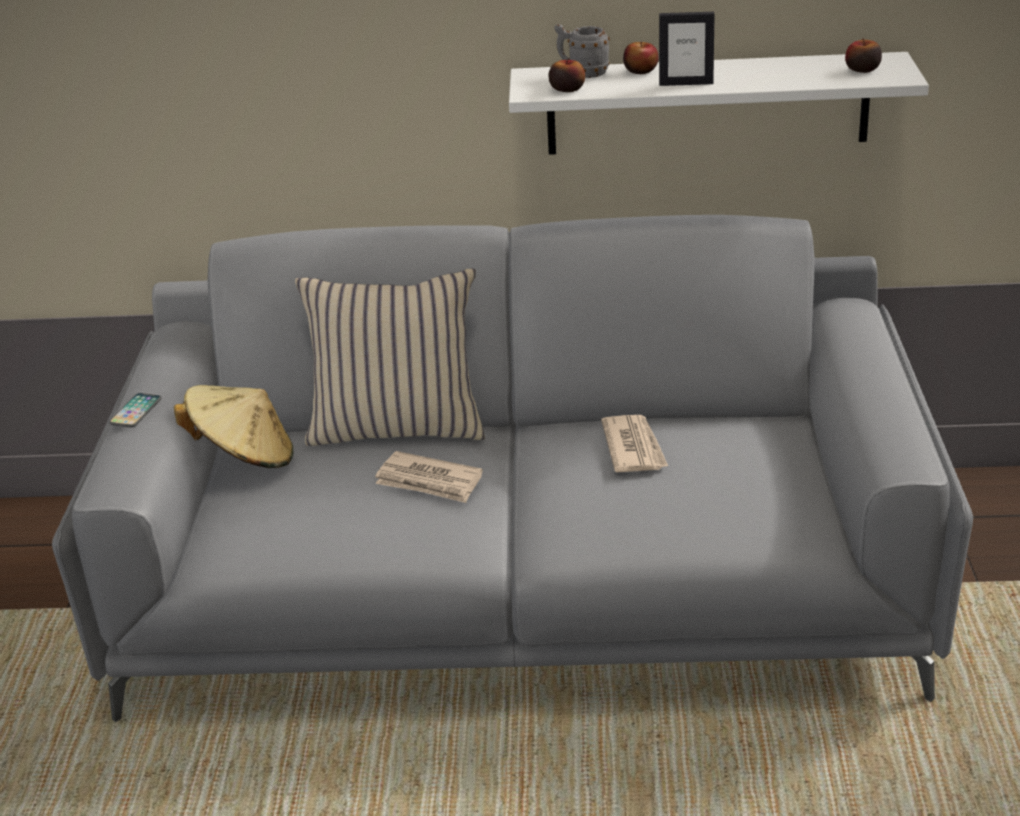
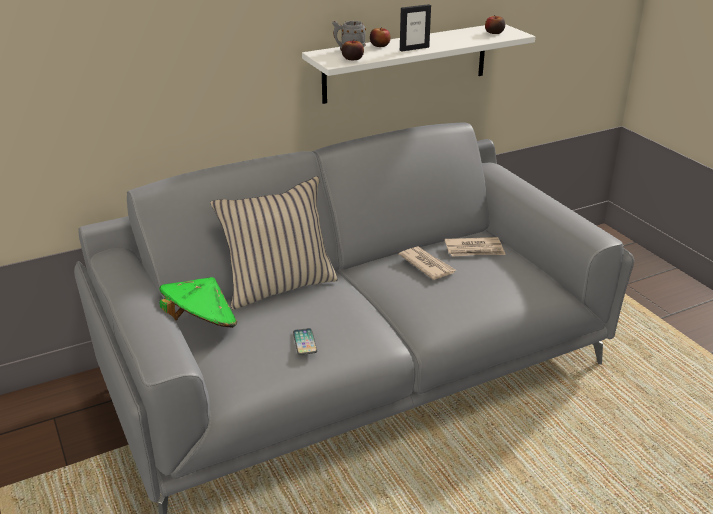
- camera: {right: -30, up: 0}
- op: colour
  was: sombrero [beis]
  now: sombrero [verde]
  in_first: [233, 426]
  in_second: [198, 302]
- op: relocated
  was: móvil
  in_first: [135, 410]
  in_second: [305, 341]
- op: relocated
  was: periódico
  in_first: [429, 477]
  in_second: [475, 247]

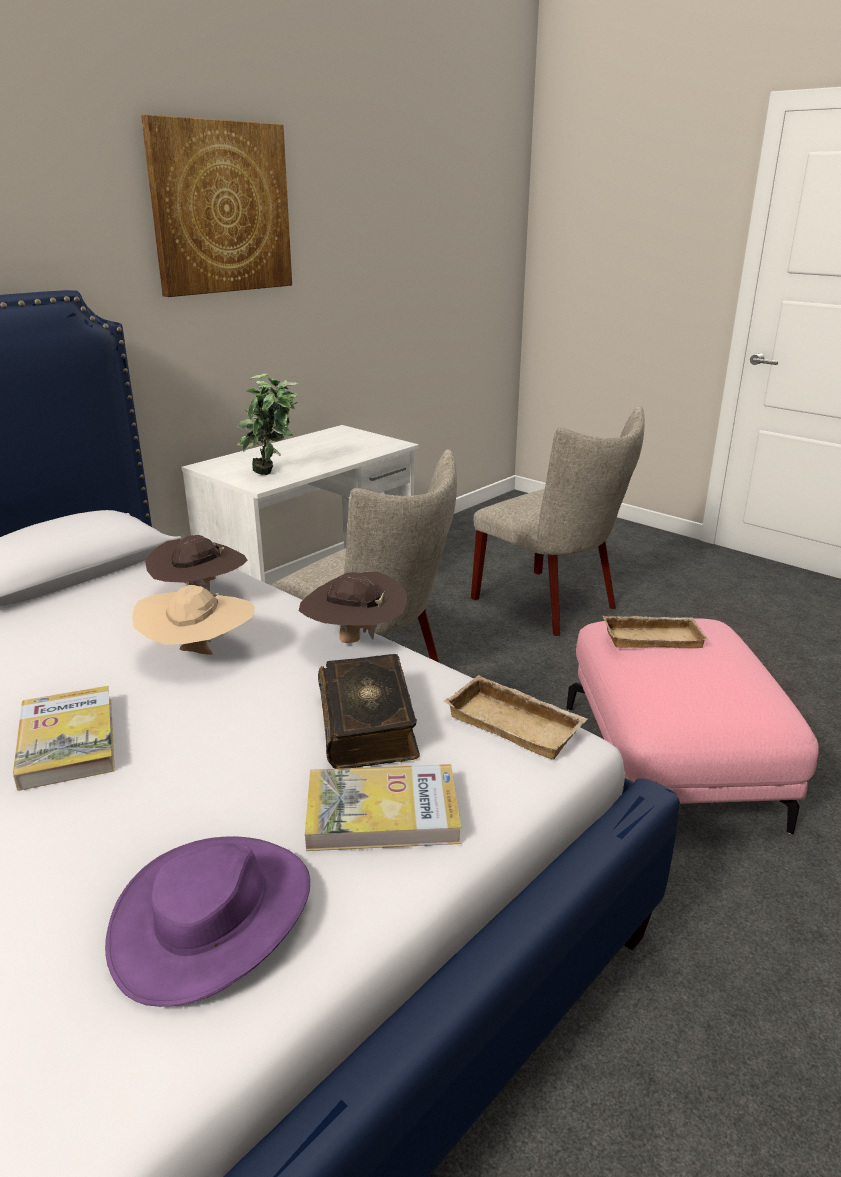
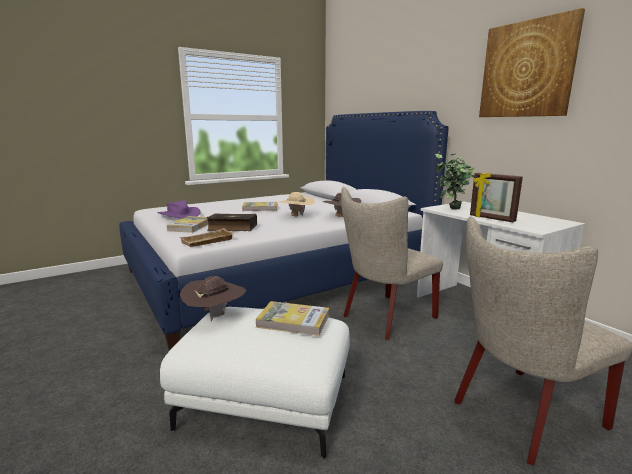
- camera: {right: 105, up: -10}
- op: colour
  was: puf [rosa]
  now: puf [blanco]
  in_first: [692, 726]
  in_second: [255, 383]
- op: relocated
  was: sombrero [marrón]
  in_first: [353, 607]
  in_second: [213, 298]
- op: exchanged
  was: bandeja [beis]
  now: libro
  in_first: [655, 632]
  in_second: [292, 318]
- op: appeared
  now: portarretratos
  in_second: [496, 197]

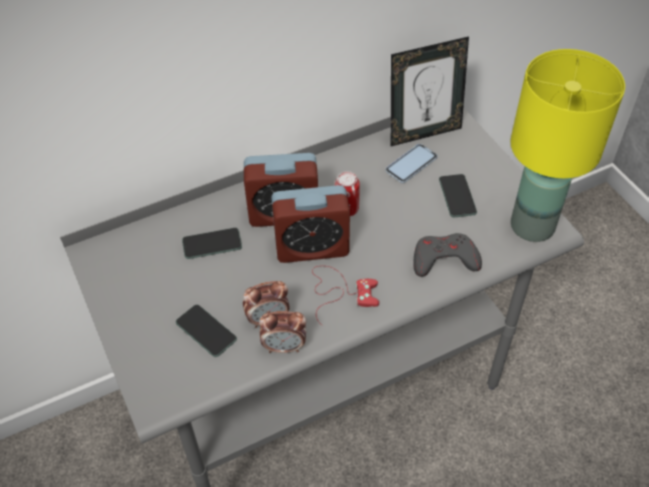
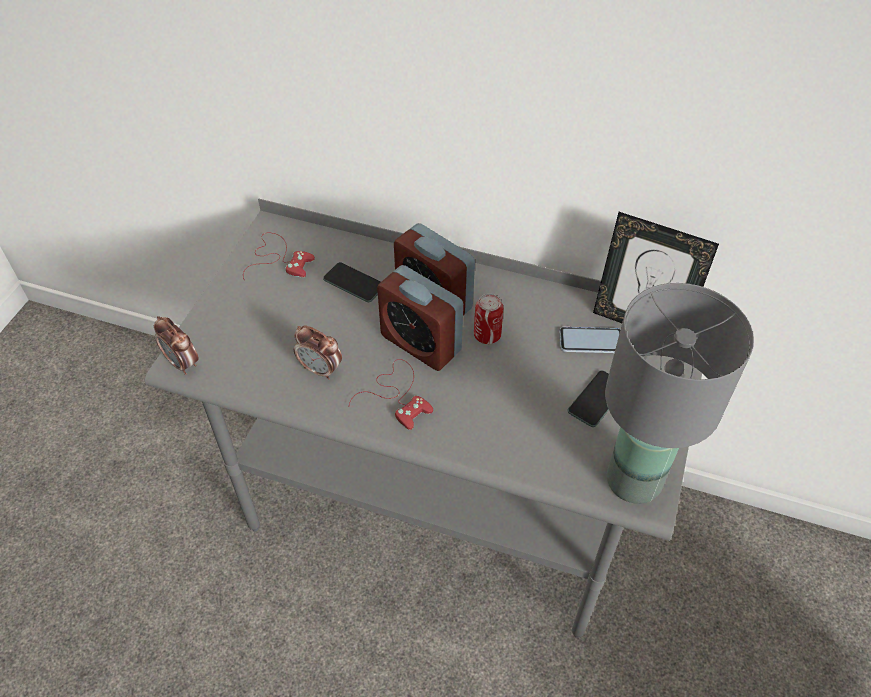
- camera: {right: 45, up: 0}
- op: relocated
  was: despertador
  in_first: [282, 332]
  in_second: [176, 345]
- op: appeared
  now: mando de consola [rojo]
  in_second: [279, 257]
- op: colour
  was: lámpara de mesa [amarillo]
  now: lámpara de mesa [gris]
  in_first: [567, 145]
  in_second: [679, 393]
- op: missing
  was: móvil
  in_first: [206, 331]
- op: missing
  was: mando de consola [gris]
  in_first: [447, 255]

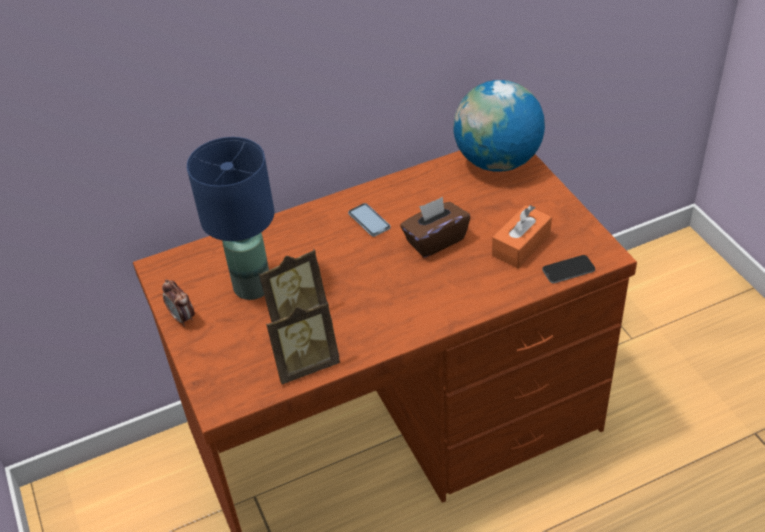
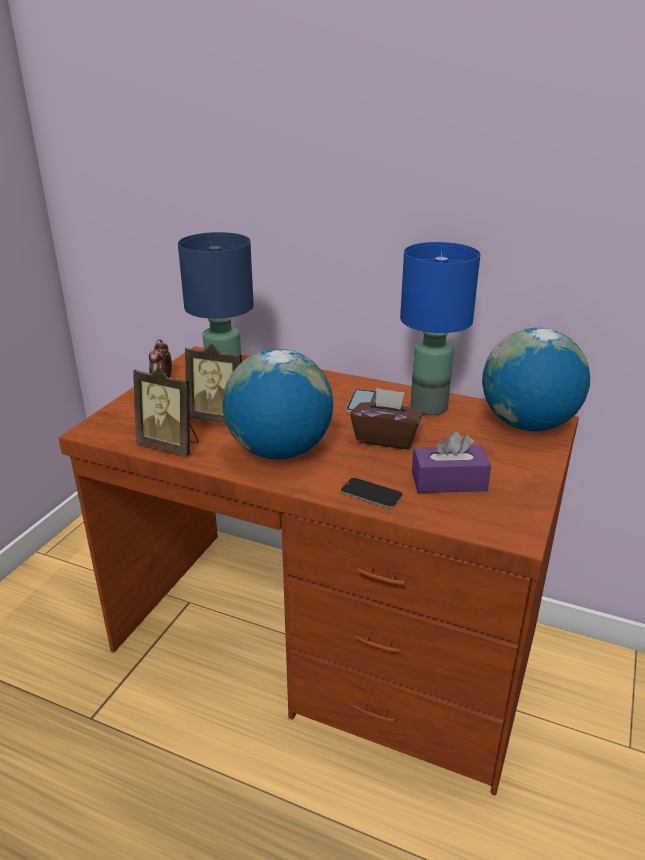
- camera: {right: 45, up: -15}
- op: appeared
  now: globo terráqueo
  in_second: [277, 404]
- op: relocated
  was: móvil
  in_first: [568, 269]
  in_second: [372, 493]
- op: appeared
  now: lámpara de mesa [azul]
  in_second: [440, 328]
- op: colour
  was: caja de pañuelos [naranja]
  now: caja de pañuelos [morado]
  in_first: [522, 236]
  in_second: [451, 462]

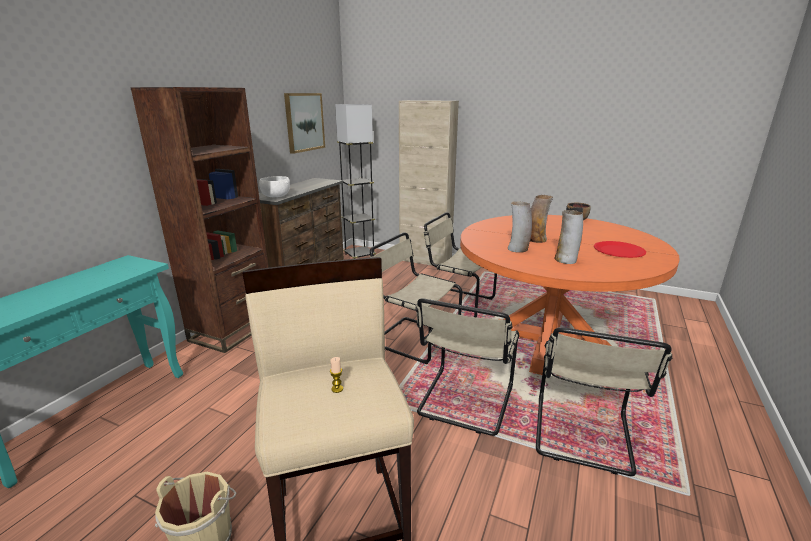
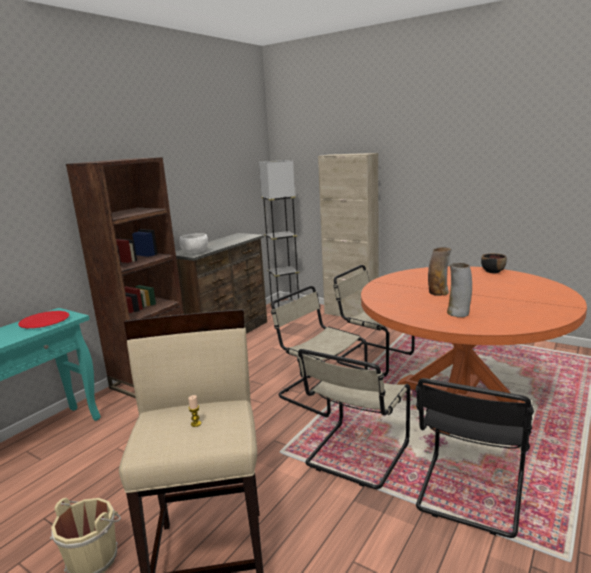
- camera: {right: 10, up: -5}
- op: relocated
  was: plato [rojo]
  in_first: [620, 249]
  in_second: [43, 319]
- op: colour
  was: silla [beis]
  now: silla [negro]
  in_first: [604, 401]
  in_second: [474, 458]
- op: missing
  was: cuadro
  in_first: [304, 123]
- op: missing
  was: florero
  in_first: [520, 227]

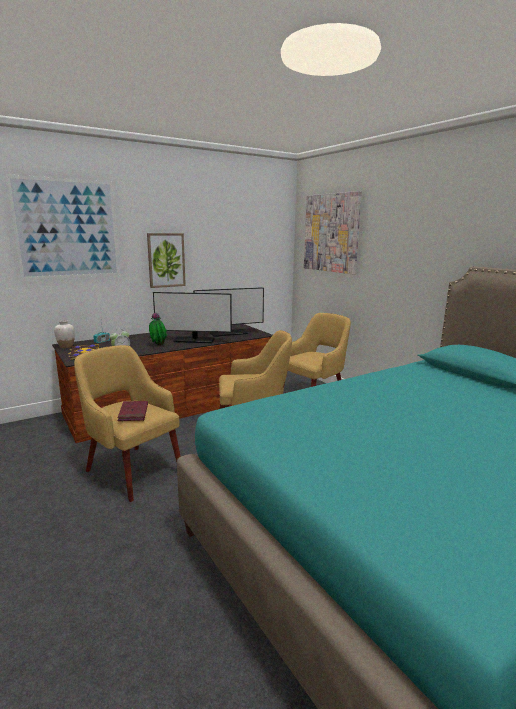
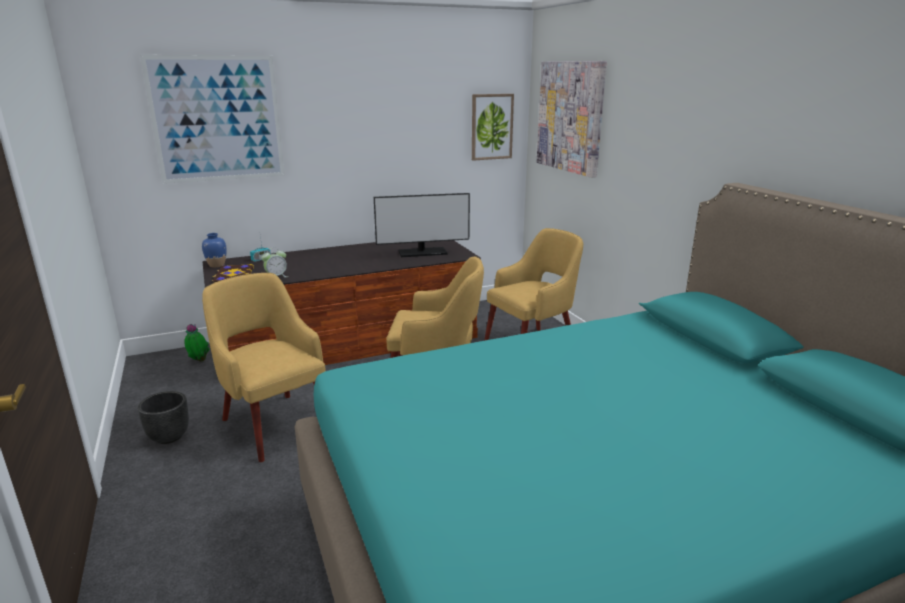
- camera: {right: 10, up: 5}
- op: appeared
  now: maceta [negro]
  in_second: [163, 417]
- op: relocated
  was: planta en maceta
  in_first: [158, 329]
  in_second: [196, 343]
- op: colour
  was: florero [blanco]
  now: florero [azul]
  in_first: [64, 334]
  in_second: [214, 250]
- op: relocated
  was: cuadro
  in_first: [166, 260]
  in_second: [493, 127]
- op: missing
  was: libro [rojo]
  in_first: [132, 411]
- op: missing
  was: monitor
  in_first: [192, 317]

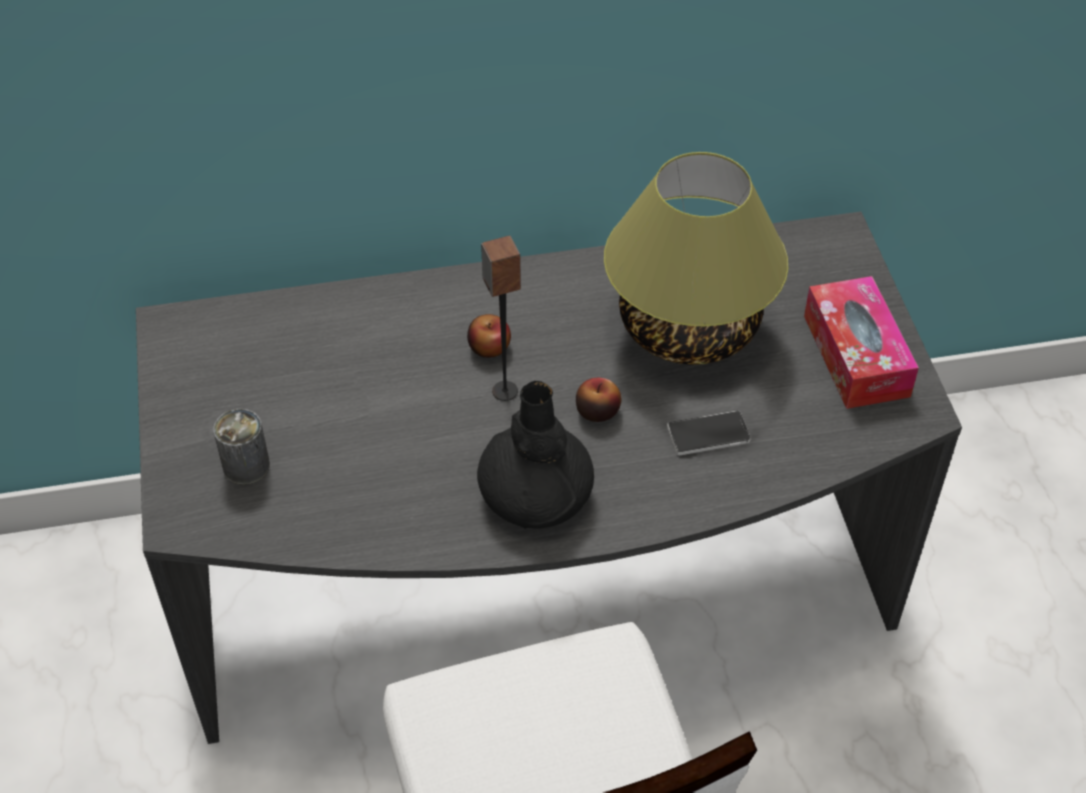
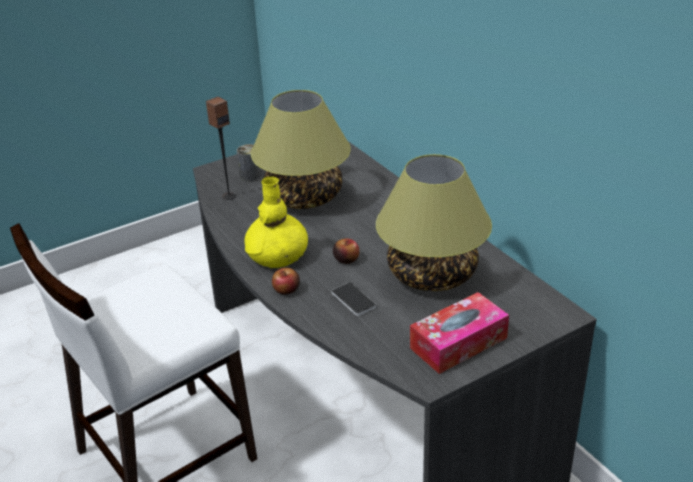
- camera: {right: 70, up: -15}
- op: relocated
  was: altavoz
  in_first: [501, 318]
  in_second: [221, 148]
- op: colour
  was: florero [negro]
  now: florero [amarillo]
  in_first: [535, 455]
  in_second: [276, 222]
- op: appeared
  now: lámpara de mesa
  in_second: [301, 149]
- op: relocated
  was: manzana
  in_first: [489, 336]
  in_second: [286, 281]

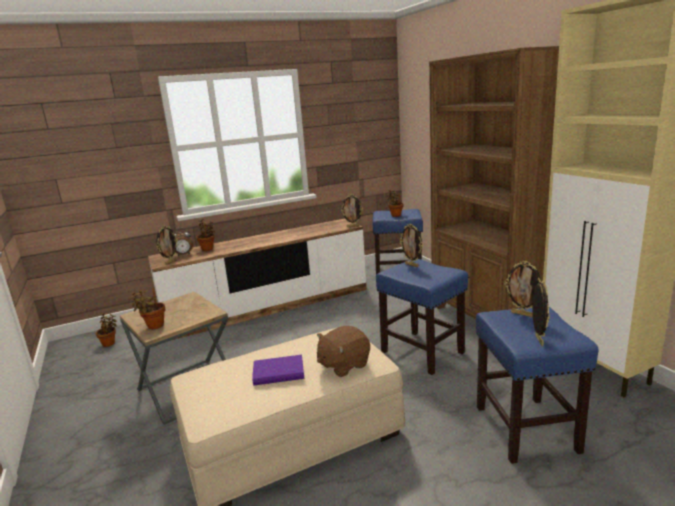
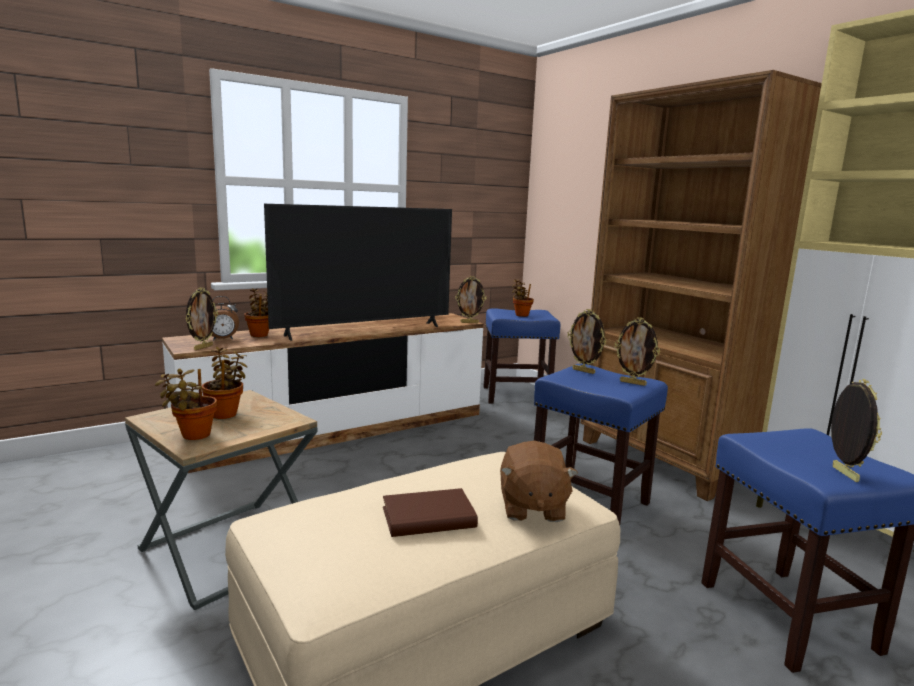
- camera: {right: -10, up: -5}
- op: relocated
  was: planta en maceta
  in_first: [106, 330]
  in_second: [224, 383]
- op: appeared
  now: televisor
  in_second: [358, 272]
- op: colour
  was: libro [morado]
  now: libro [marrón]
  in_first: [278, 370]
  in_second: [430, 512]
- op: spun
  was: peluche [marrón]
  in_first: [343, 351]
  in_second: [539, 481]
  clockwise: -45
- op: relocated
  was: portarretratos
  in_first: [523, 288]
  in_second: [637, 351]

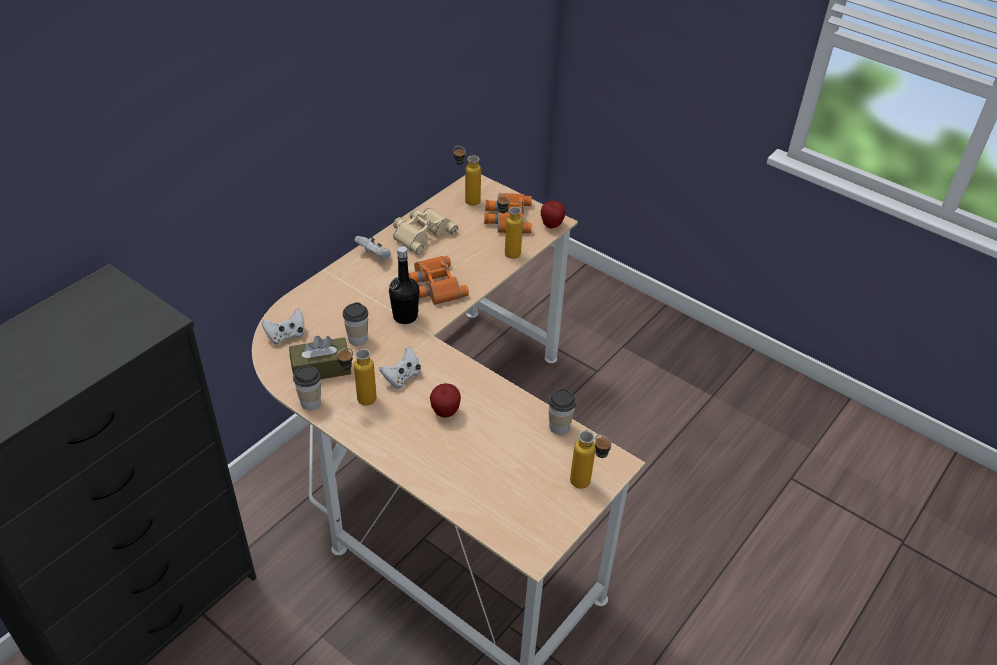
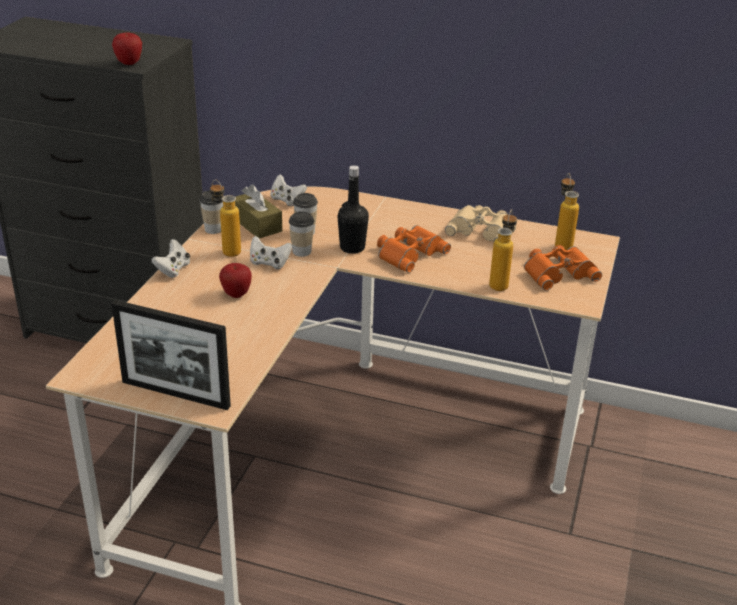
- camera: {right: 70, up: -10}
- op: relocated
  was: manzana
  in_first: [553, 214]
  in_second: [127, 48]
- op: exchanged
  was: botella
  now: portarretratos
  in_first: [590, 459]
  in_second: [171, 355]
- op: relocated
  was: mando de consola [blanco]
  in_first: [372, 248]
  in_second: [170, 258]
- op: relocated
  was: taza
  in_first: [562, 412]
  in_second: [301, 234]

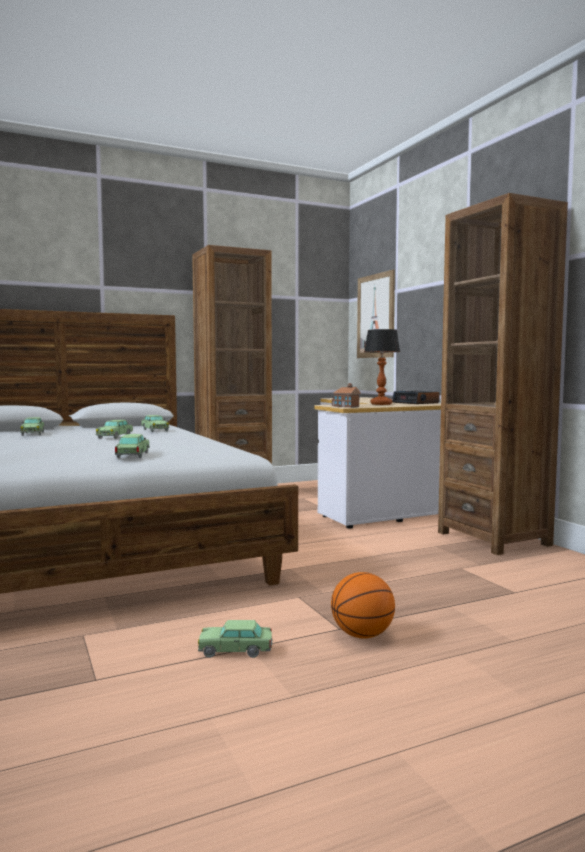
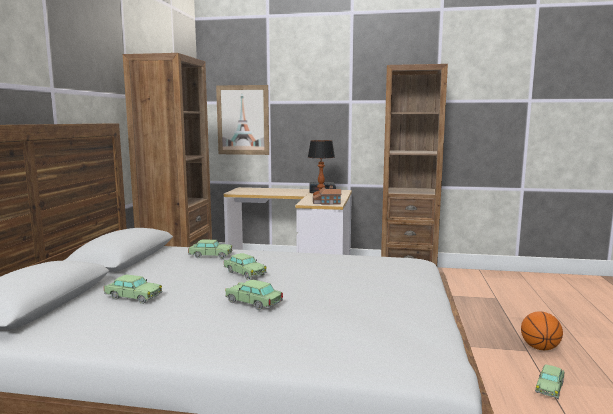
- camera: {right: -55, up: 5}
- op: relocated
  was: coche de juguete
  in_first: [132, 446]
  in_second: [254, 295]

